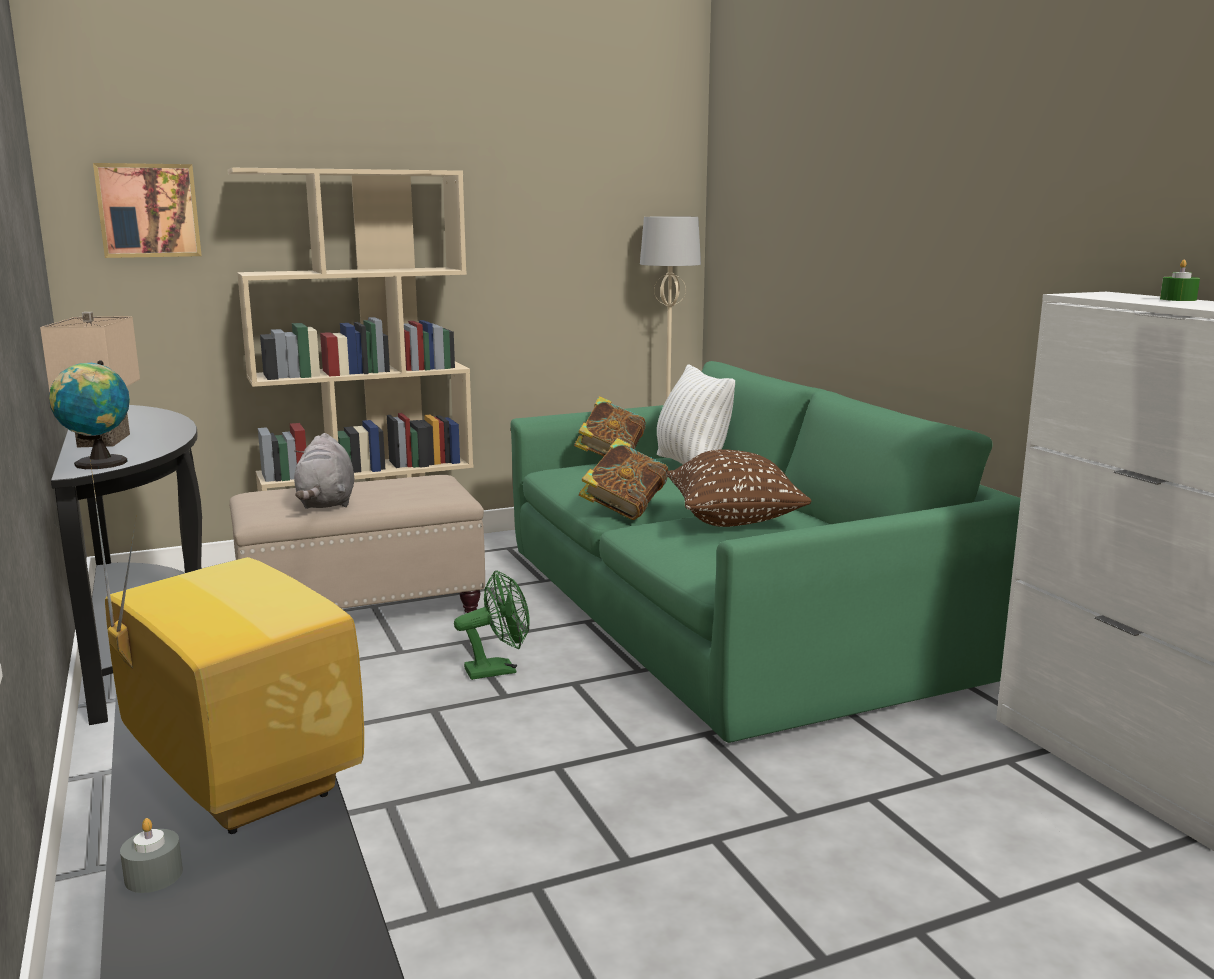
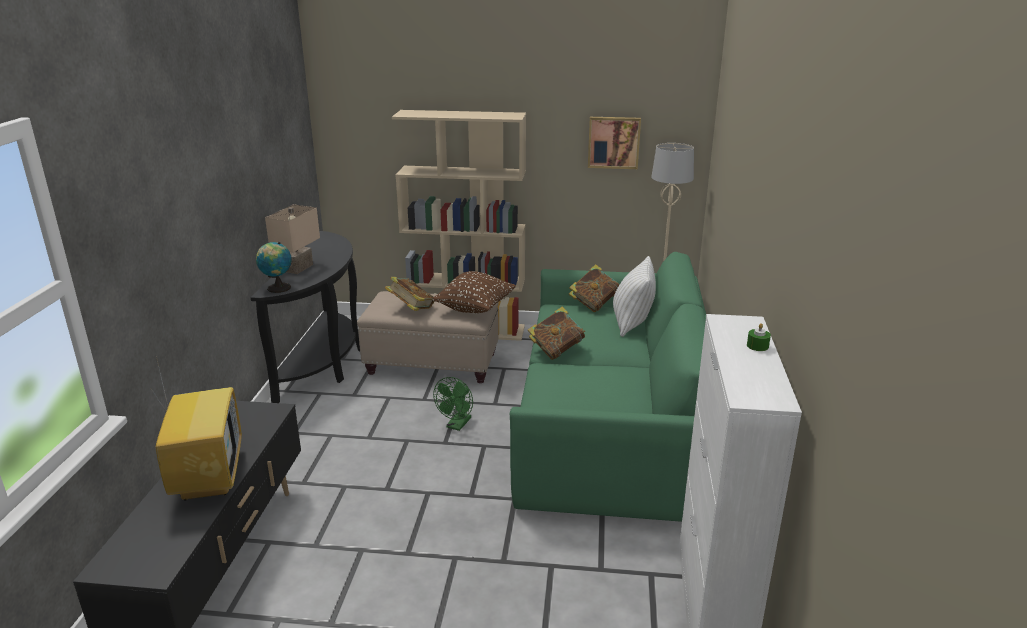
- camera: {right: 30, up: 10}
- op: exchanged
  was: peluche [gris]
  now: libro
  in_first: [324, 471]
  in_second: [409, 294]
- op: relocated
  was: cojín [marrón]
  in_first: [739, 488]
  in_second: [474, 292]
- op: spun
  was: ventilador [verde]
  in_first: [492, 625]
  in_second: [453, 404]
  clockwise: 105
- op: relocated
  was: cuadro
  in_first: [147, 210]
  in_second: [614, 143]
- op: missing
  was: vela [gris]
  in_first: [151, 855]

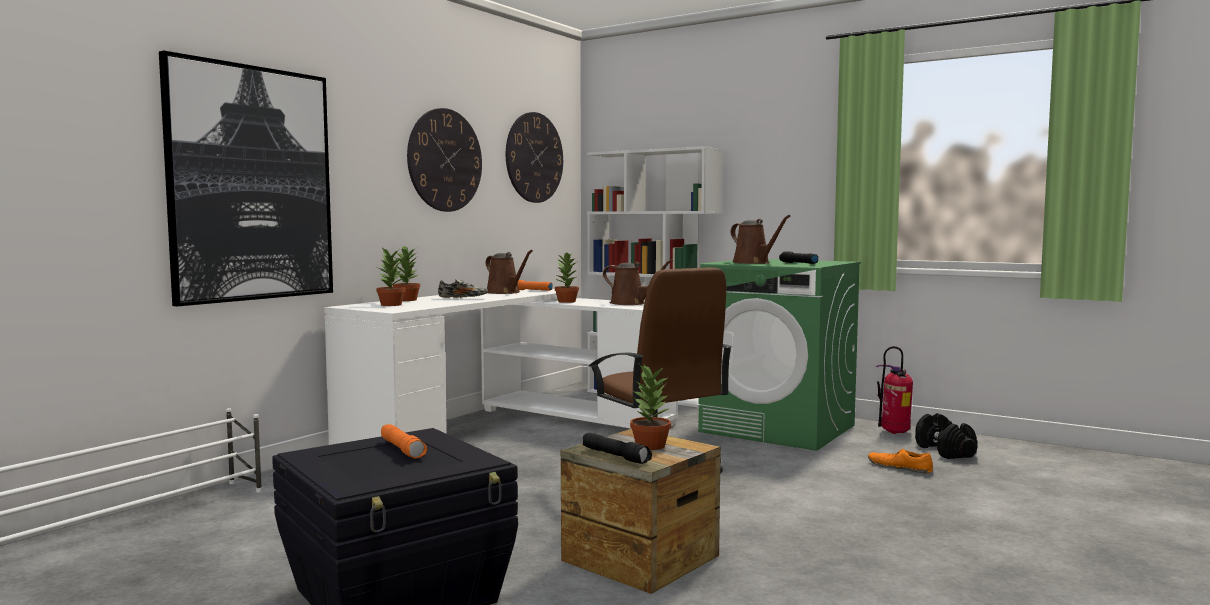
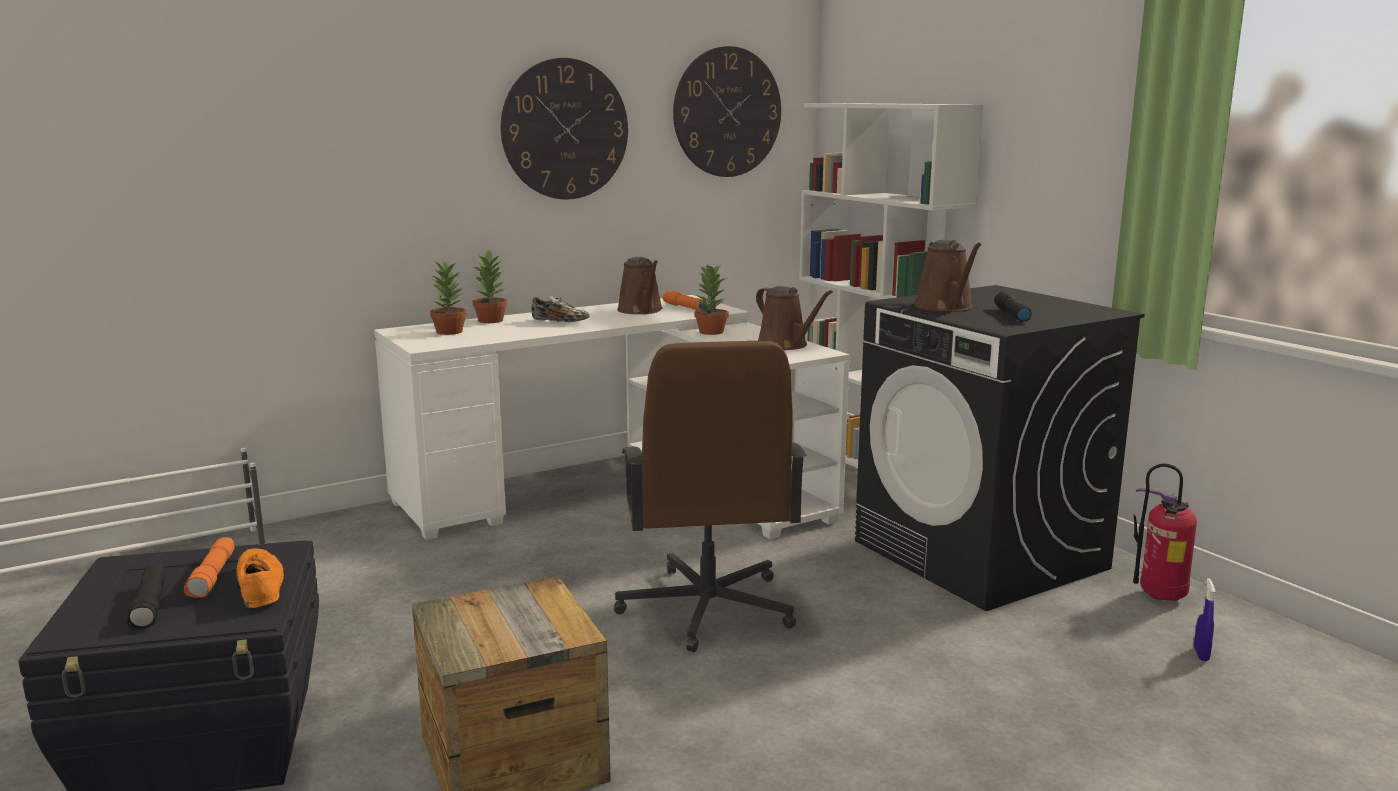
- camera: {right: 25, up: 10}
- op: relocated
  was: linterna [negro]
  in_first: [617, 448]
  in_second: [146, 596]
- op: relocated
  was: zapato [naranja]
  in_first: [900, 461]
  in_second: [260, 578]
- op: colour
  was: lavadora [verde]
  now: lavadora [negro]
  in_first: [779, 355]
  in_second: [1000, 448]
- op: exchanged
  was: mancuerna [negro]
  now: pulverizador [azul]
  in_first: [946, 436]
  in_second: [1205, 619]
- op: missing
  was: cuadro
  in_first: [246, 178]
- op: missing
  was: planta en maceta
  in_first: [650, 407]

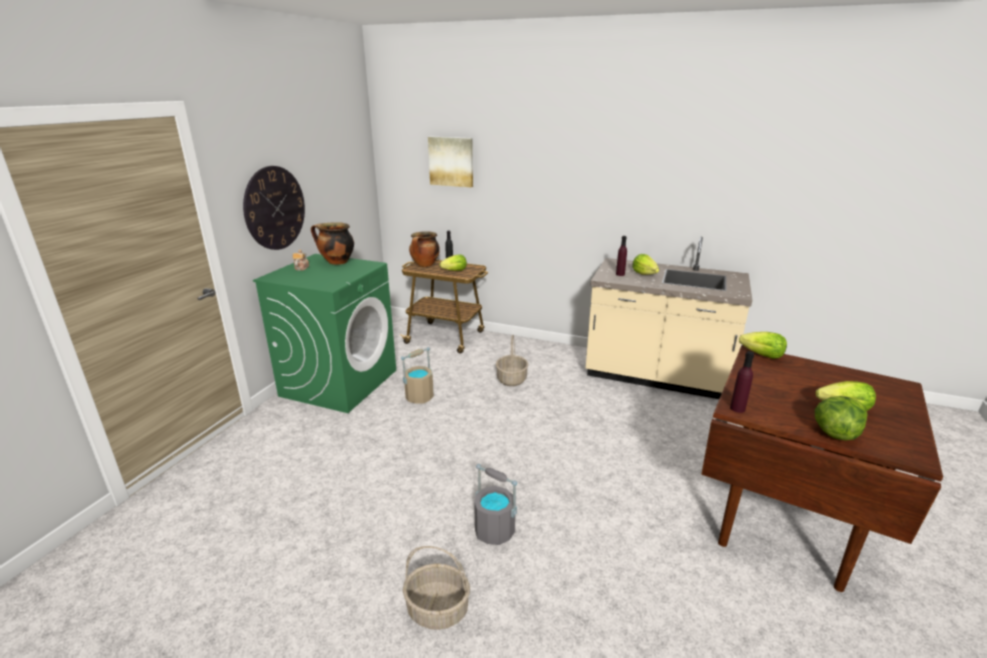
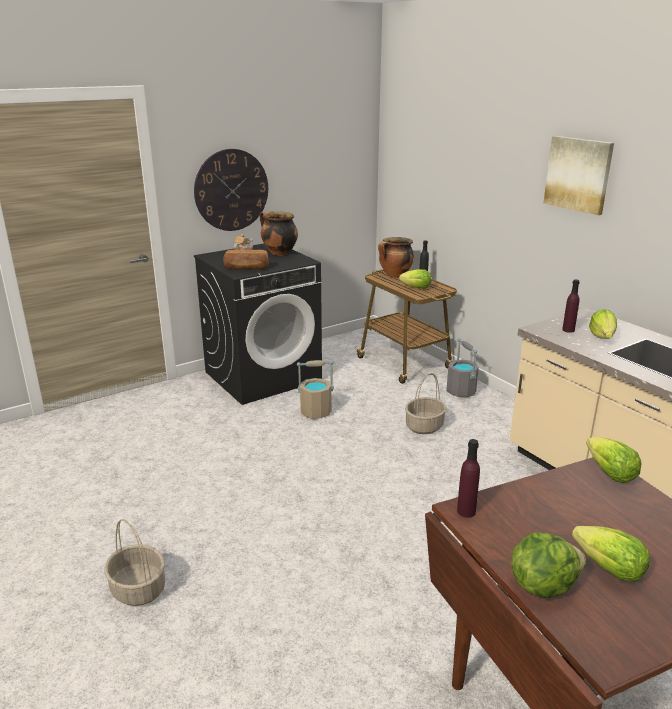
- camera: {right: 35, up: 0}
- op: colour
  was: lavadora [verde]
  now: lavadora [negro]
  in_first: [324, 333]
  in_second: [258, 324]
- op: appeared
  now: pan
  in_second: [245, 260]
- op: relocated
  was: cubo [gris]
  in_first: [495, 504]
  in_second: [462, 367]
- op: relocated
  was: cuadro
  in_first: [450, 162]
  in_second: [578, 175]

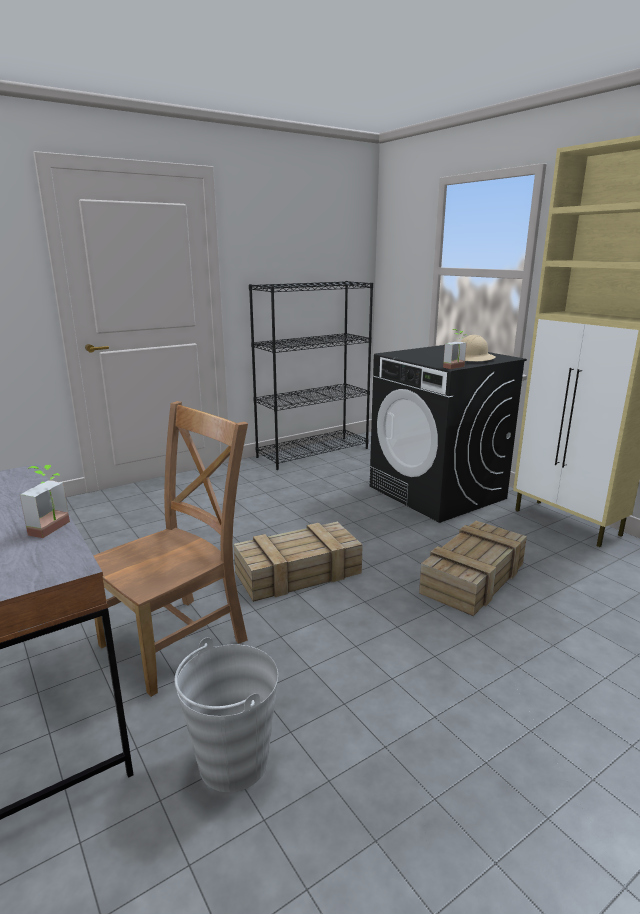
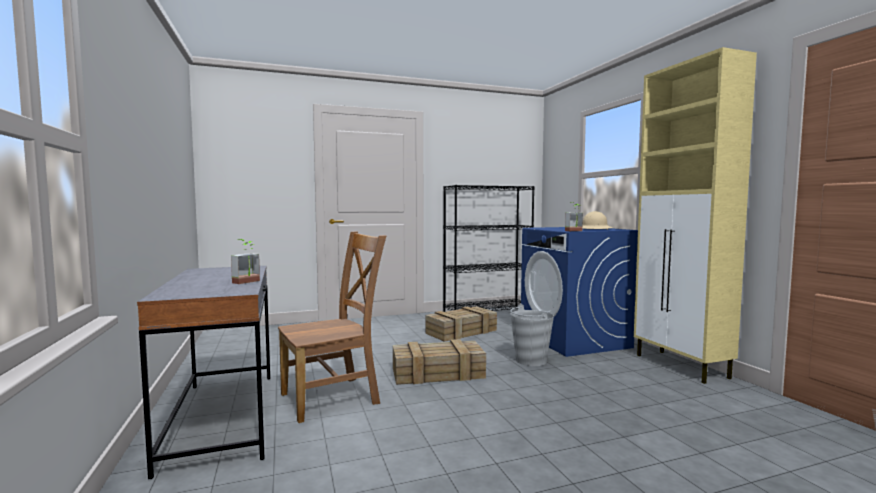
- camera: {right: 15, up: -15}
- op: relocated
  was: caja de embalaje
  in_first: [473, 568]
  in_second: [461, 324]
- op: relocated
  was: cubo [gris]
  in_first: [226, 715]
  in_second: [532, 335]
- op: colour
  was: lavadora [negro]
  now: lavadora [azul]
  in_first: [448, 434]
  in_second: [579, 292]

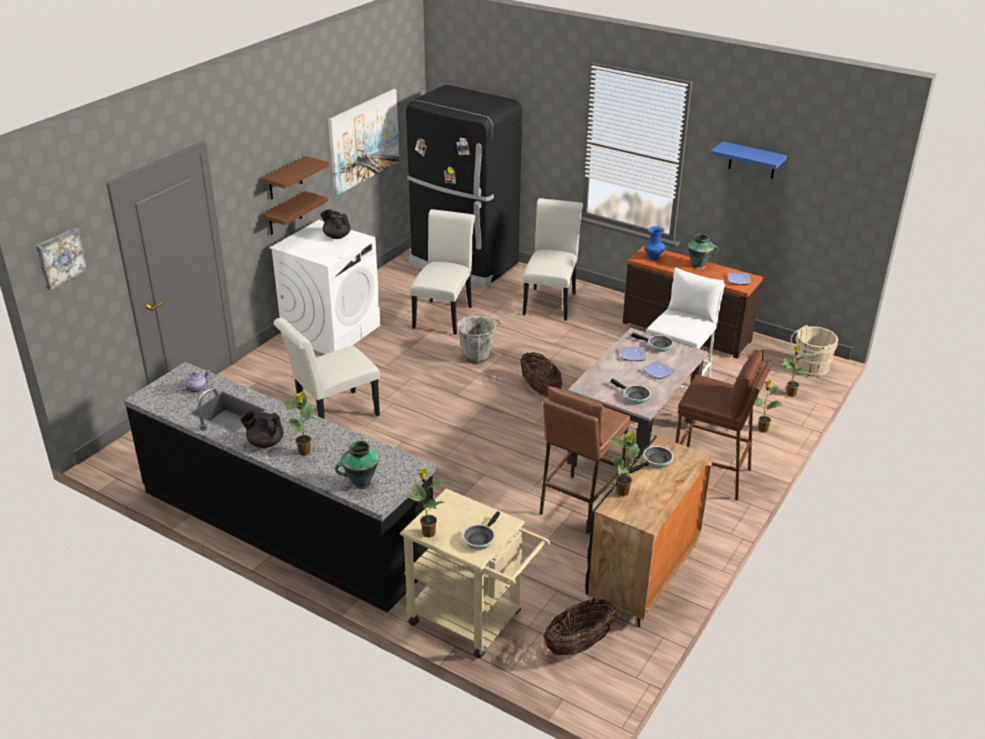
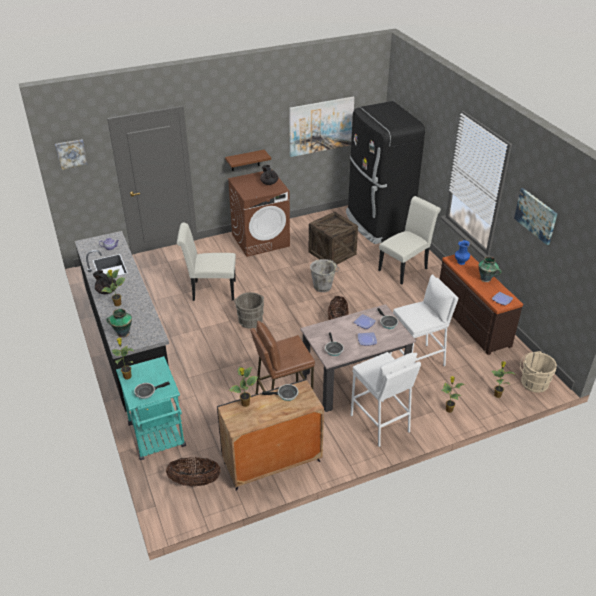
- camera: {right: 35, up: 5}
- op: colour
  was: carrito [beis]
  now: carrito [turquesa]
  in_first: [475, 573]
  in_second: [151, 408]
- op: colour
  was: lavadora [blanco]
  now: lavadora [marrón]
  in_first: [325, 287]
  in_second: [259, 213]
- op: appeared
  now: cubo [gris]
  in_second: [249, 310]
- op: exchanged
  was: silla [blanco]
  now: caja de embalaje
  in_first: [442, 272]
  in_second: [333, 238]
- op: colour
  was: taburete [marrón]
  now: taburete [blanco]
  in_first: [723, 425]
  in_second: [386, 399]
- op: exchanged
  was: estante [azul]
  now: cuadro
  in_first: [748, 160]
  in_second: [535, 216]
- op: missing
  was: estante [marrón]
  in_first: [295, 178]

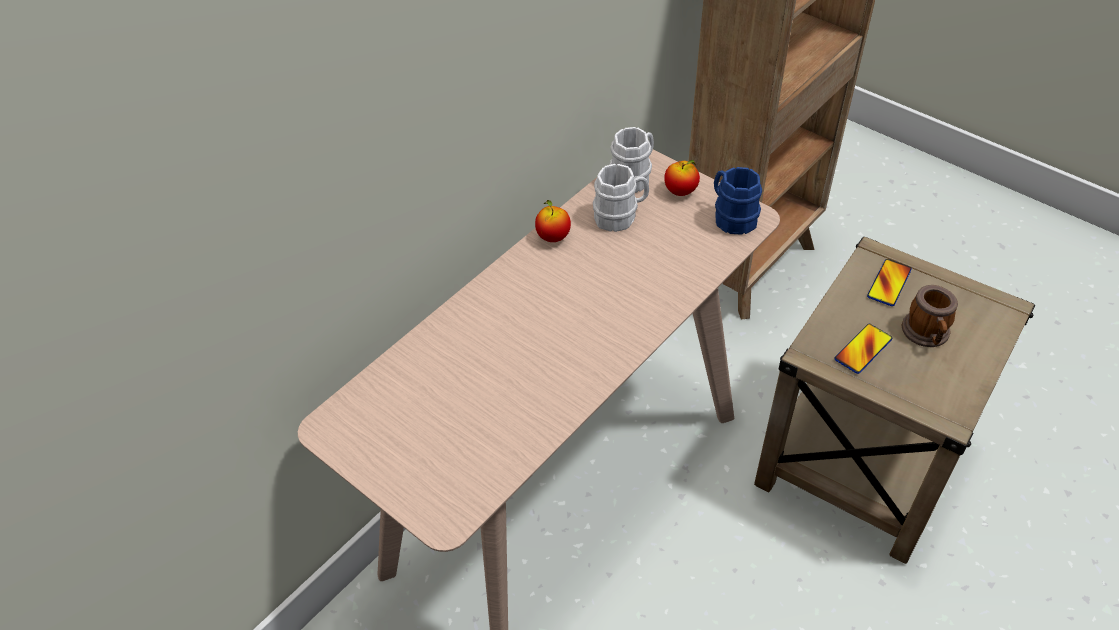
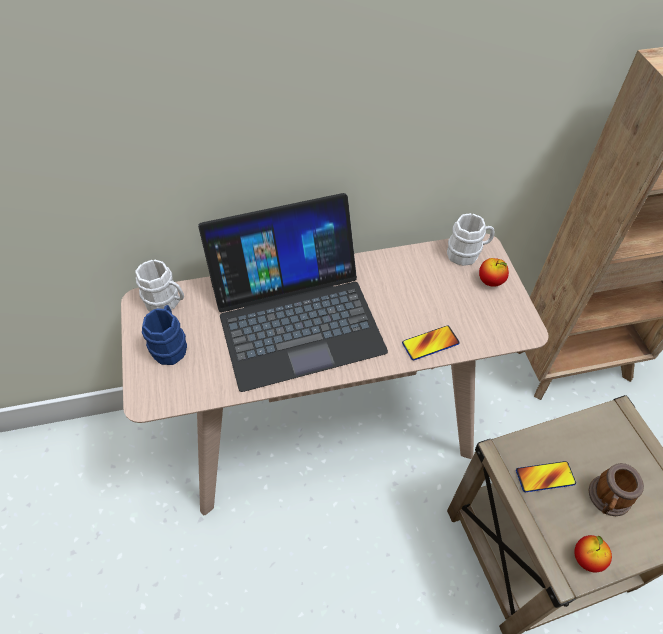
- camera: {right: 35, up: 5}
- op: relocated
  was: taza grande [blanco]
  in_first: [621, 198]
  in_second: [159, 286]
- op: relocated
  was: taza grande [azul]
  in_first: [738, 201]
  in_second: [164, 335]
- op: appeared
  now: portátil
  in_second: [293, 292]
- op: relocated
  was: móvil
  in_first: [889, 282]
  in_second: [431, 342]
- op: relocated
  was: manzana
  in_first: [553, 221]
  in_second: [593, 553]

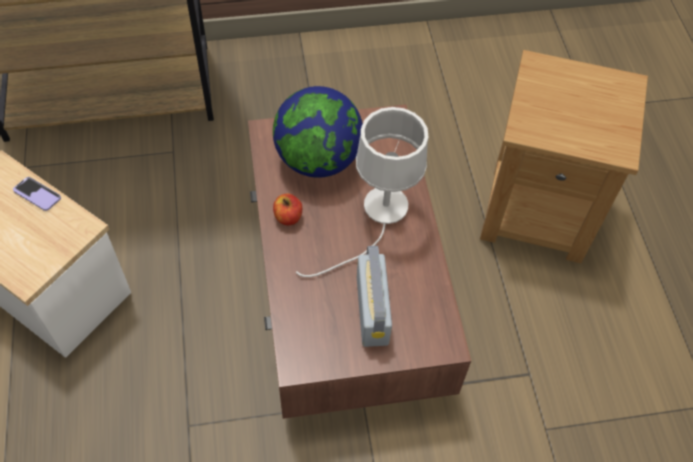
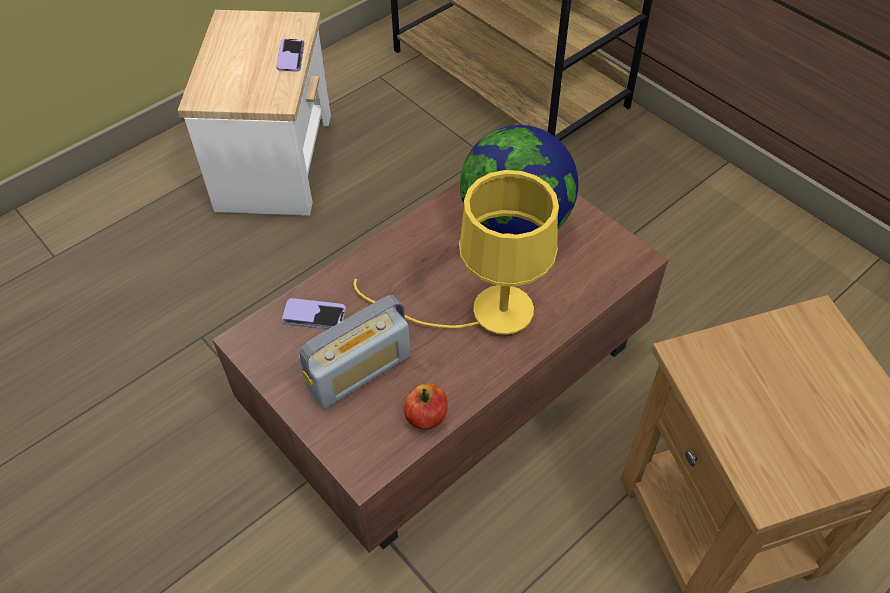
- camera: {right: 60, up: -5}
- op: appeared
  now: móvil
  in_second: [314, 314]
- op: colour
  was: lámpara de mesa [blanco]
  now: lámpara de mesa [amarillo]
  in_first: [362, 192]
  in_second: [456, 252]
- op: relocated
  was: manzana
  in_first: [287, 209]
  in_second: [426, 406]

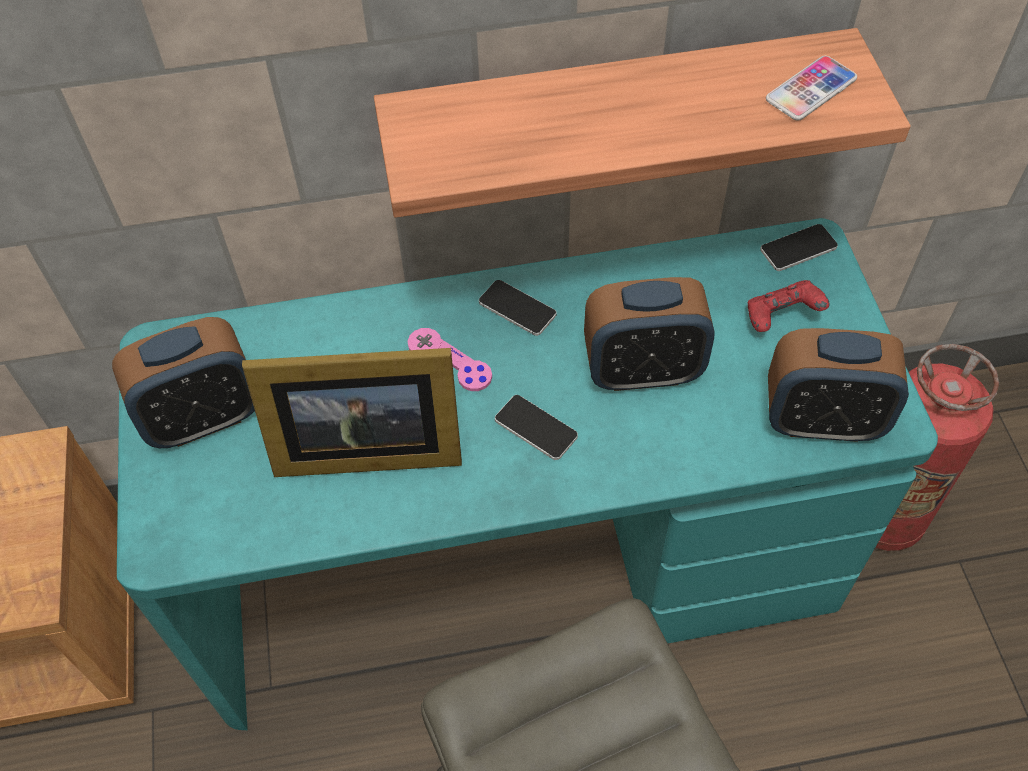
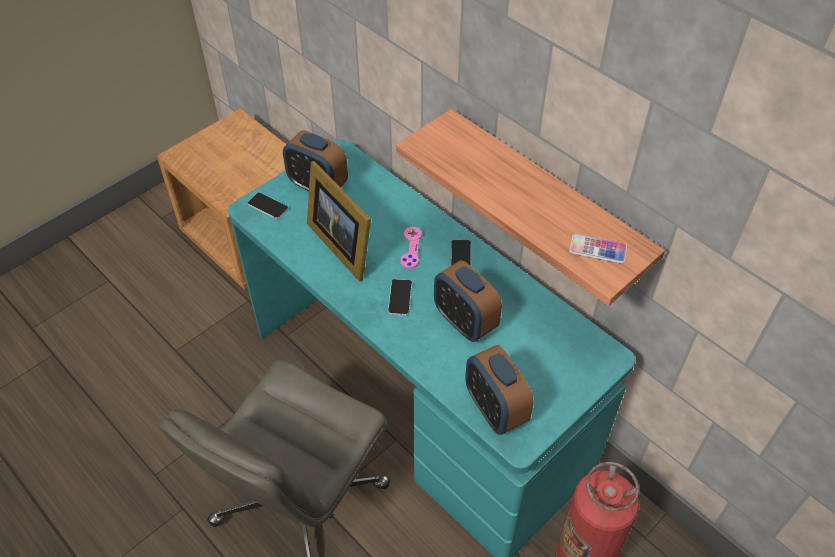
- camera: {right: 55, up: -5}
- op: relocated
  was: móvil
  in_first: [799, 247]
  in_second: [268, 206]
- op: missing
  was: mando de consola [rojo]
  in_first: [789, 306]

